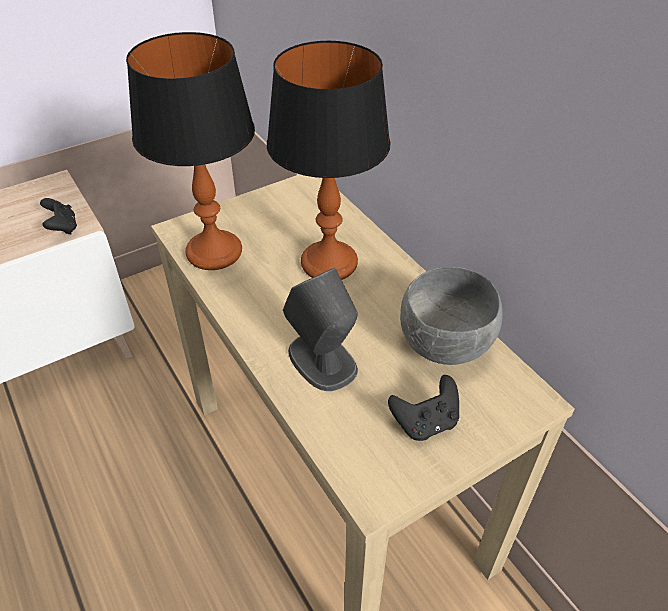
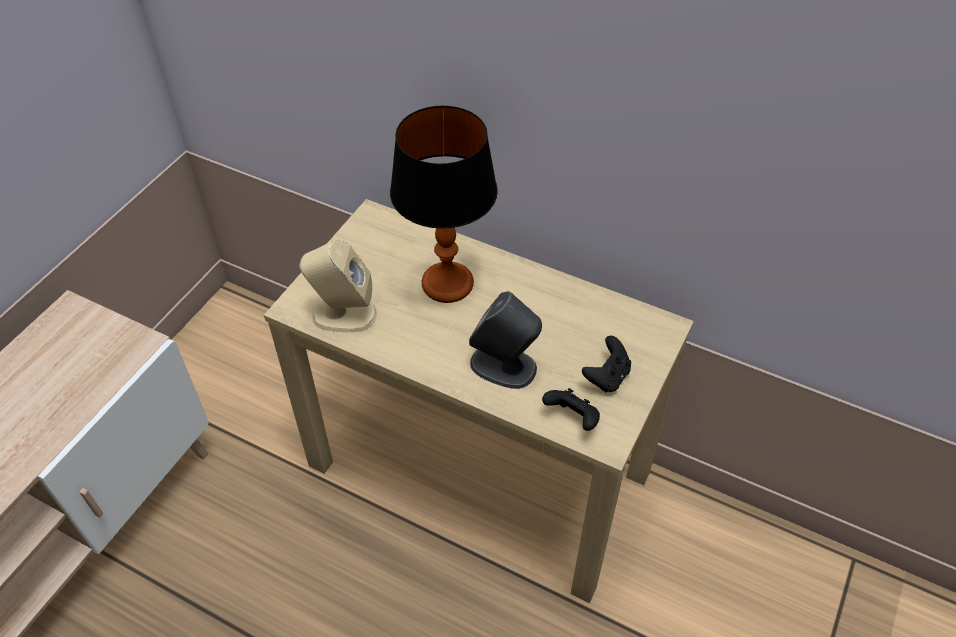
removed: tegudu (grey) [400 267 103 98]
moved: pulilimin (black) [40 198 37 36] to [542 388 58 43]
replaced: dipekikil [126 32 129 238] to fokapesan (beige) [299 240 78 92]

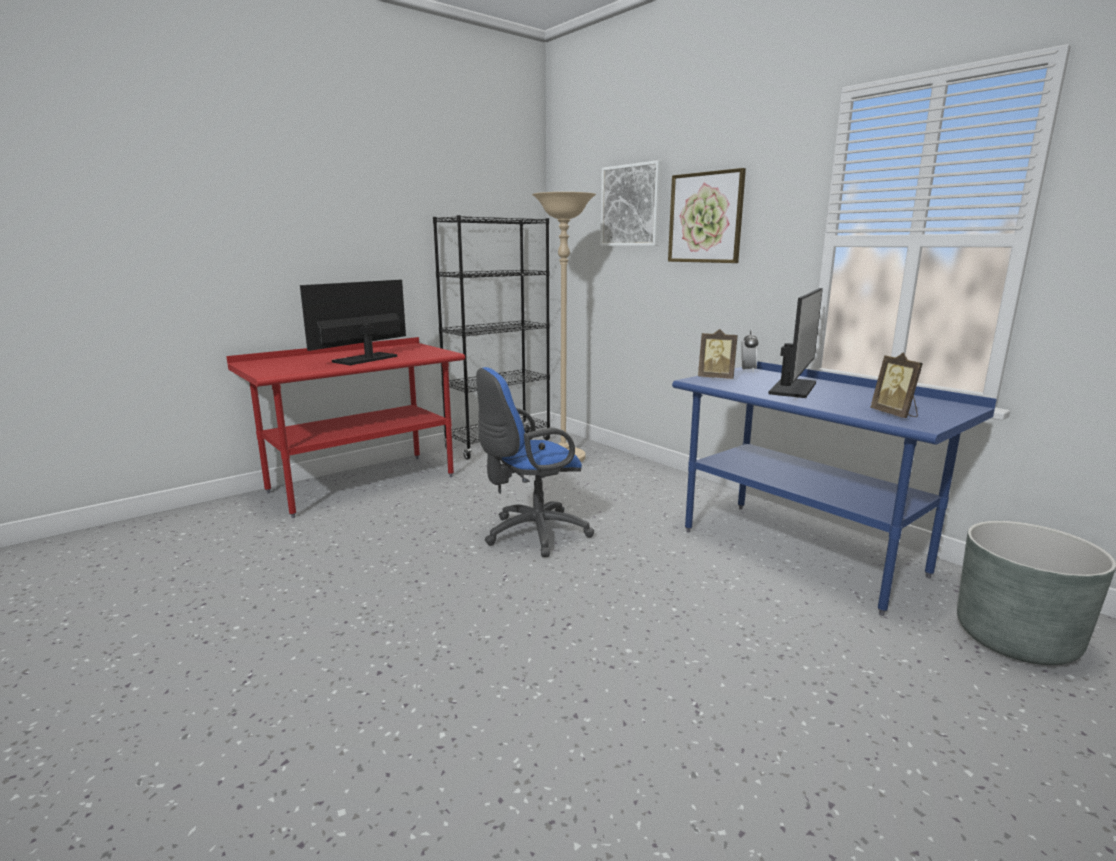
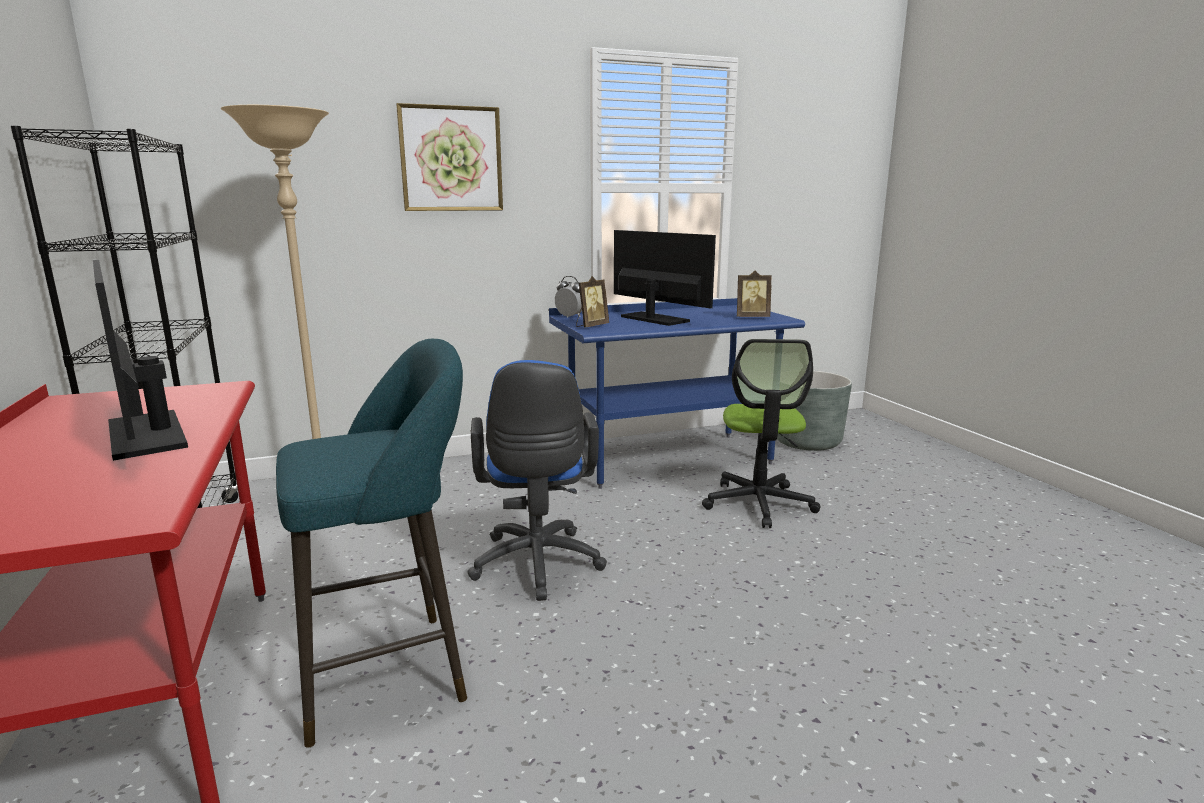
removed: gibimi [600 160 62 86]
added: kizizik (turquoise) [276 339 191 409]; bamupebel [702 339 119 189]

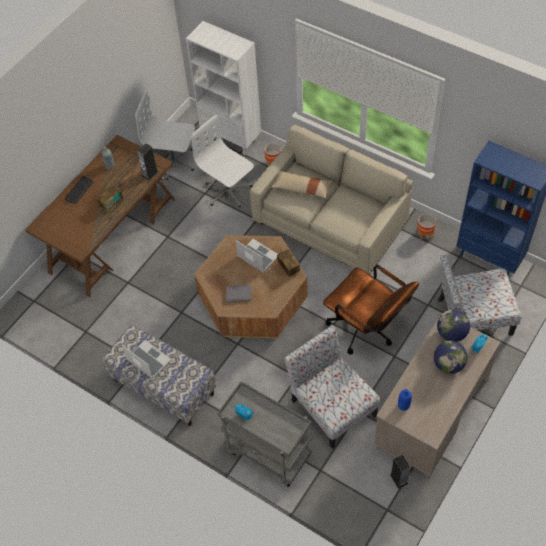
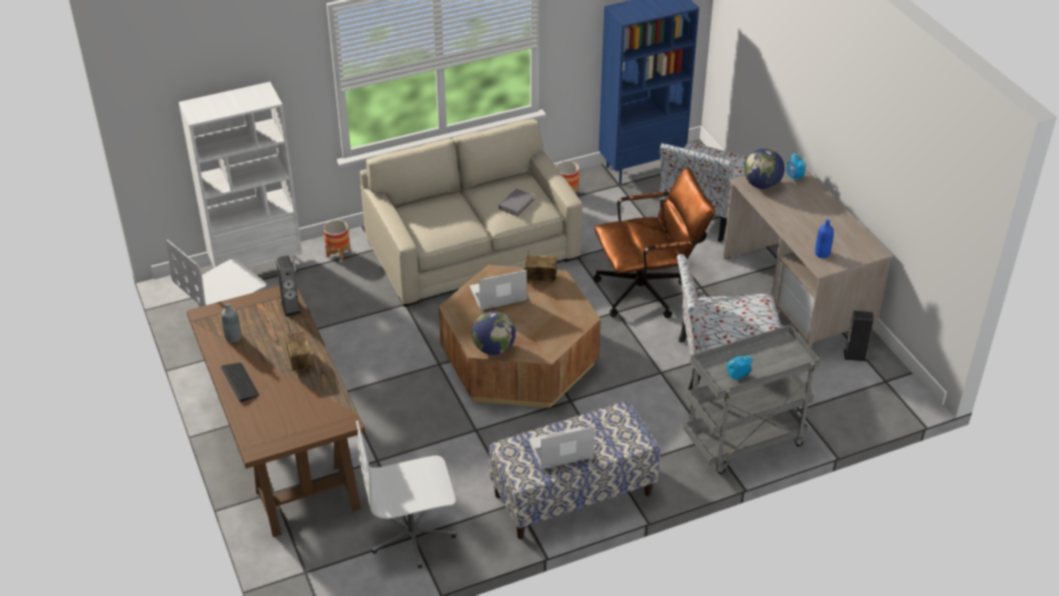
removed: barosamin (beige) [271 171 62 27]
moved: bamupebel (white) [191 115 63 93] to [356 421 100 148]; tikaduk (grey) [226 285 26 17] to [498 189 36 27]; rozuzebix [434 340 34 34] to [472 311 44 44]

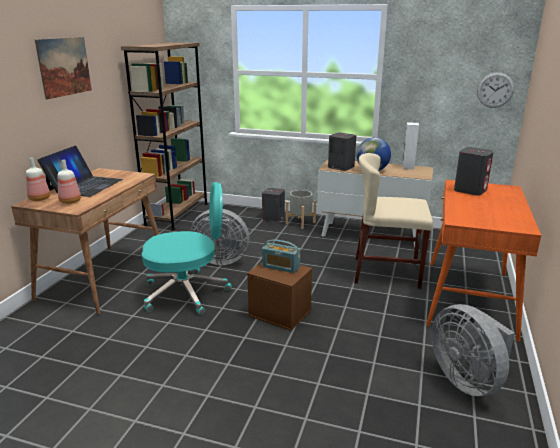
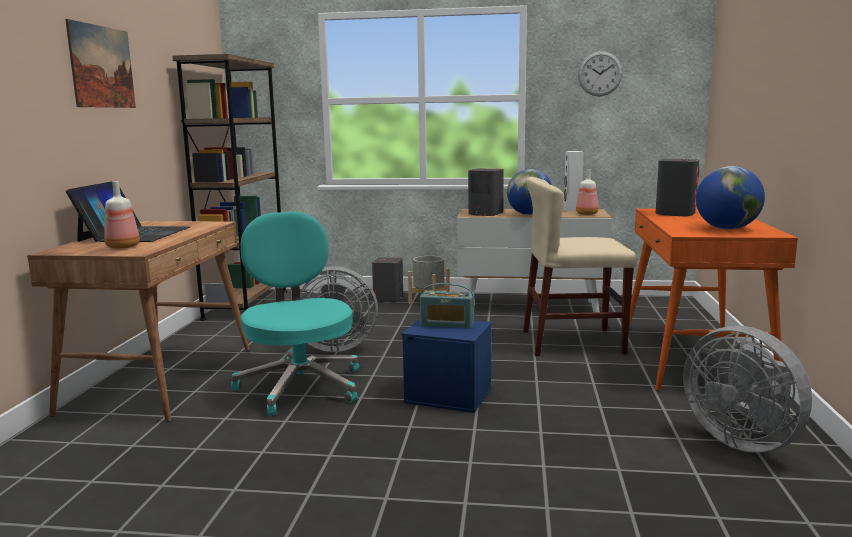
added: rozuzebix [696 166 69 63]
moved: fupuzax [26 158 24 43] to [576 169 22 46]; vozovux [477 72 37 36] to [578 51 45 45]
recoloured: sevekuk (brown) [247 262 65 69] to sevekuk (blue) [402 319 90 94]
turned: bamupebel (turquoise) [142 182 90 133] = [231 211 128 205] 90 degrees counterclockwise

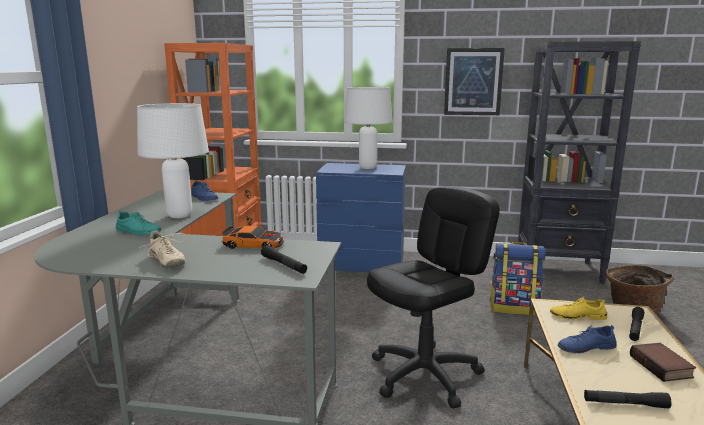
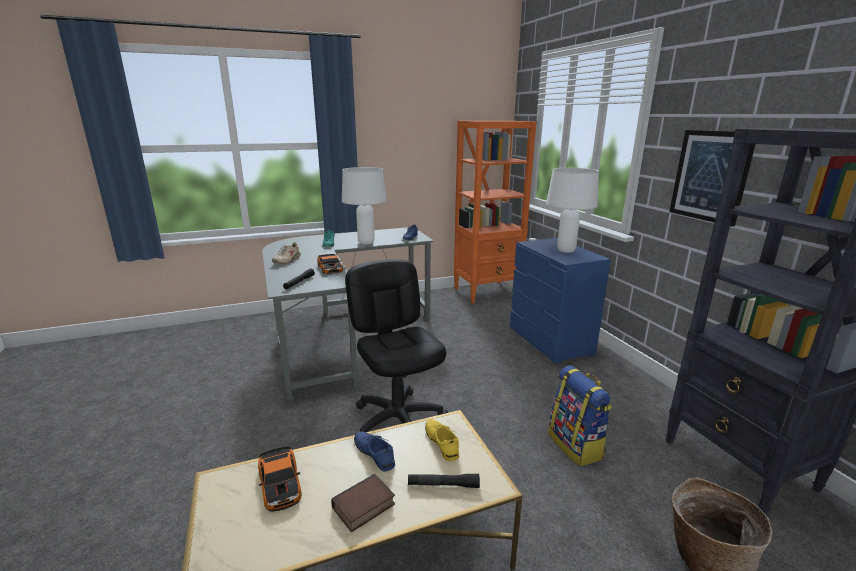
replaced: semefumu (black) [584 390 88 18] to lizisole [258 447 44 65]
turned: bamupebel (black) [367 186 133 223] = [345 259 103 173] 135 degrees counterclockwise

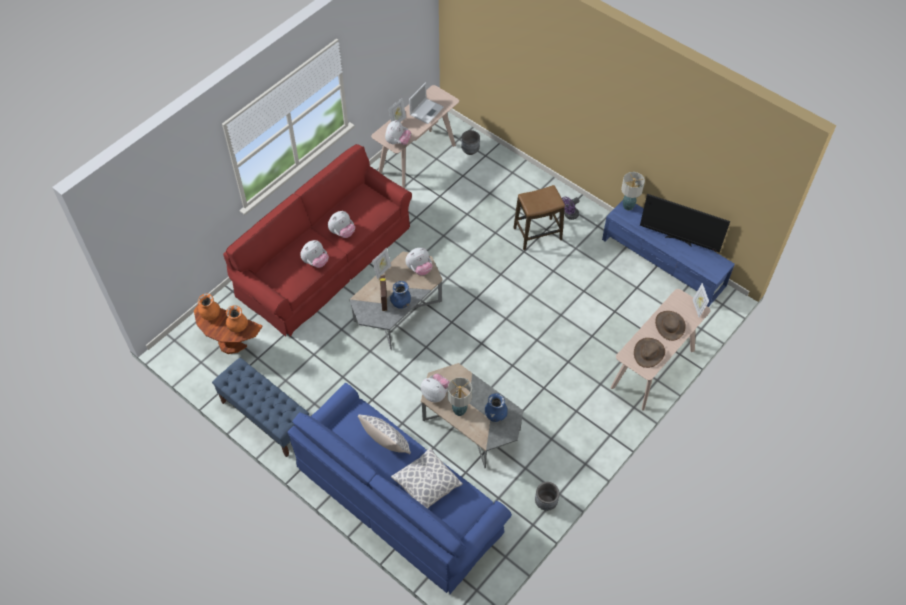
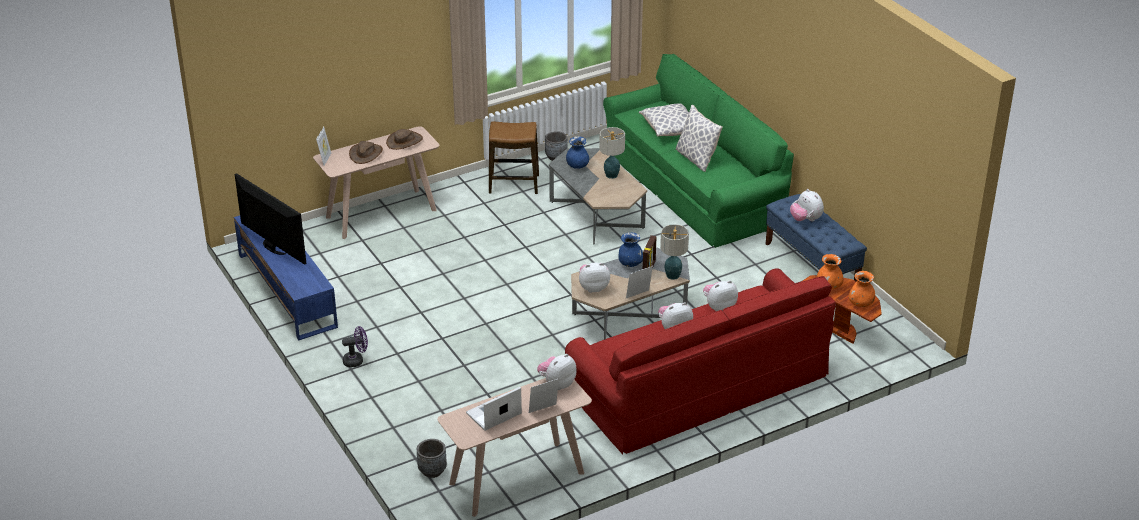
moved: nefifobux [421 374 29 28] to [790 189 34 32]; kizizik [513 185 52 65] to [489 122 50 72]; dipekikil [621 172 24 38] to [660 224 29 56]
recoloured: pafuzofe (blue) [288 383 224 211] to pafuzofe (green) [603 54 191 194]

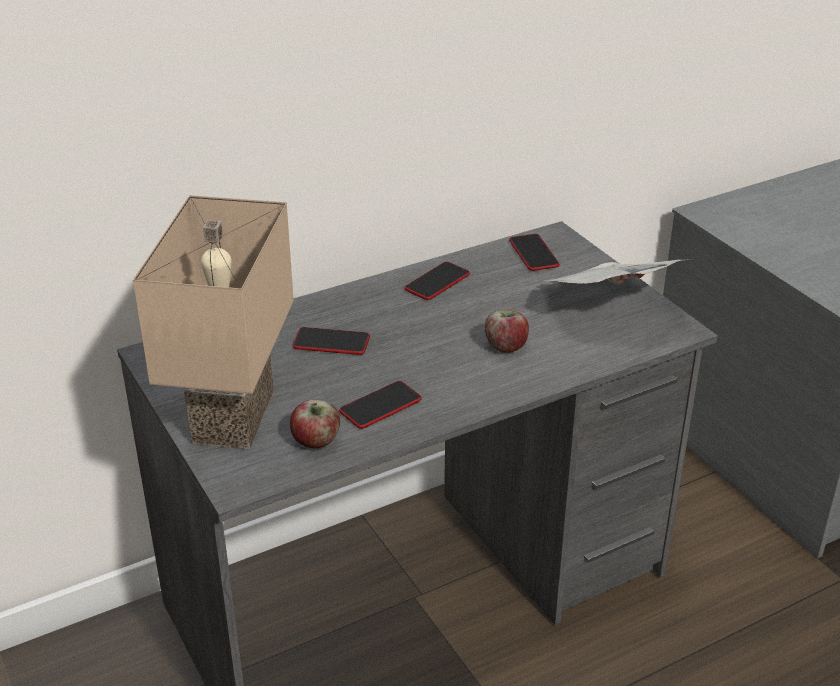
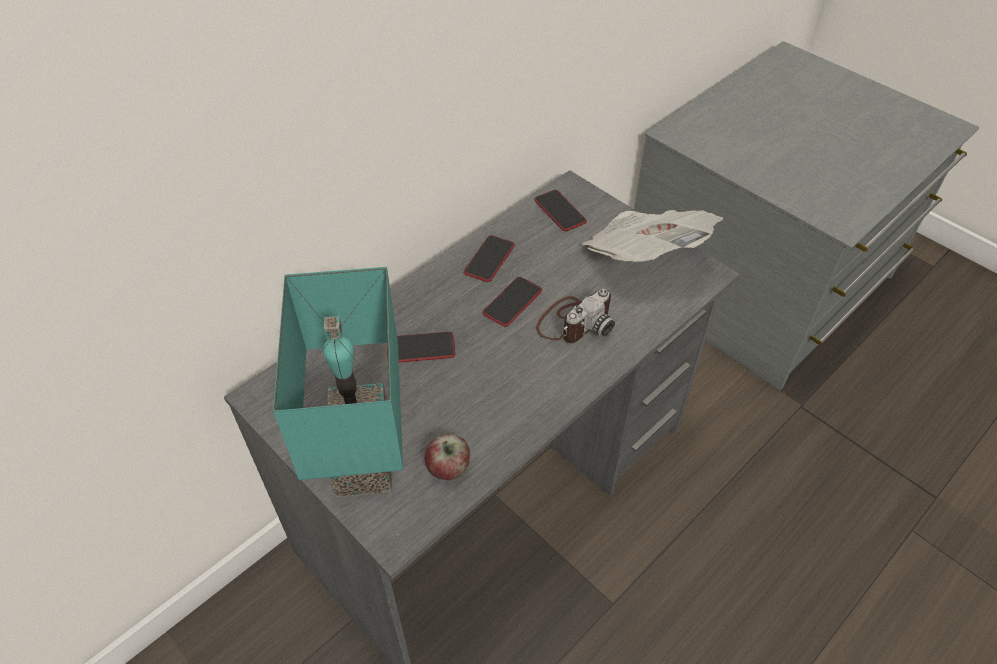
moved: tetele [339 381 83 48] to [483 277 59 50]
replaced: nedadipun [485 310 44 43] to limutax [536 289 79 54]
recoloured: dipekikil (beige) [133 195 161 254] to dipekikil (turquoise) [273 267 130 230]

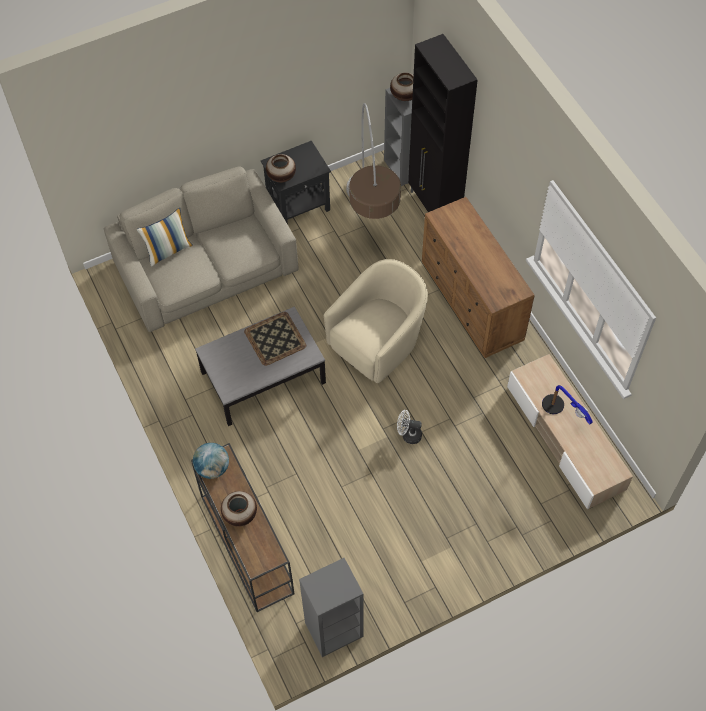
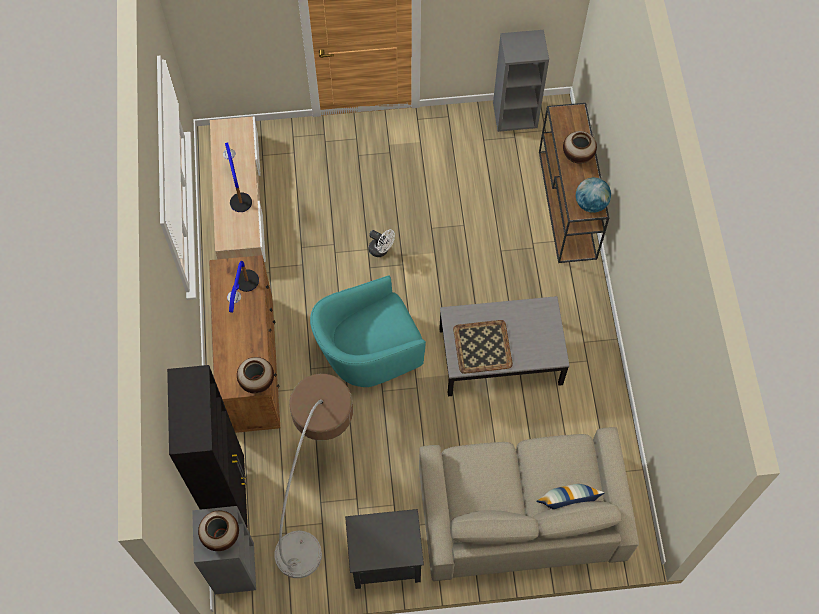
added: dipekikil [227 261 32 52]
moved: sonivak [266 154 30 29] to [237 357 37 37]
recoloured: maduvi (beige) [324 259 104 124] to maduvi (turquoise) [310 275 116 112]

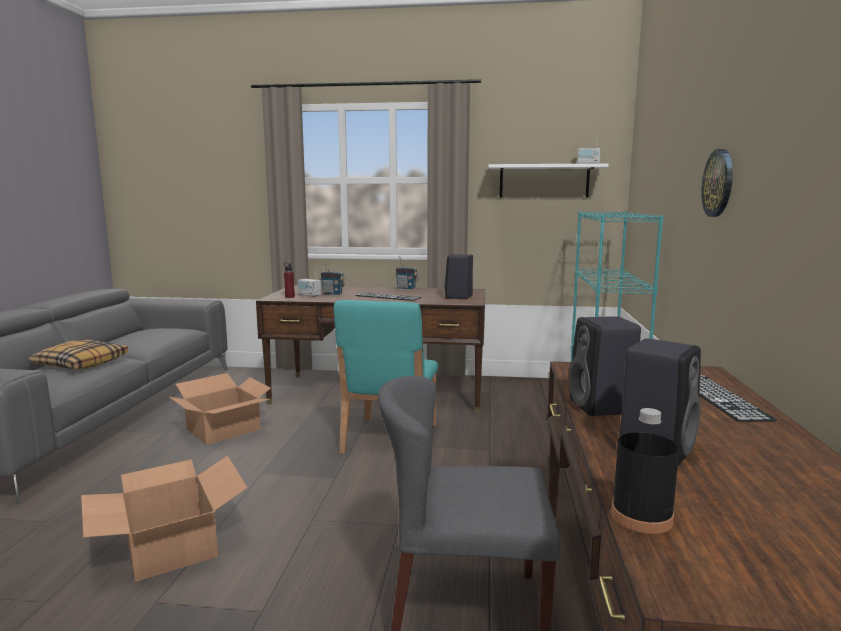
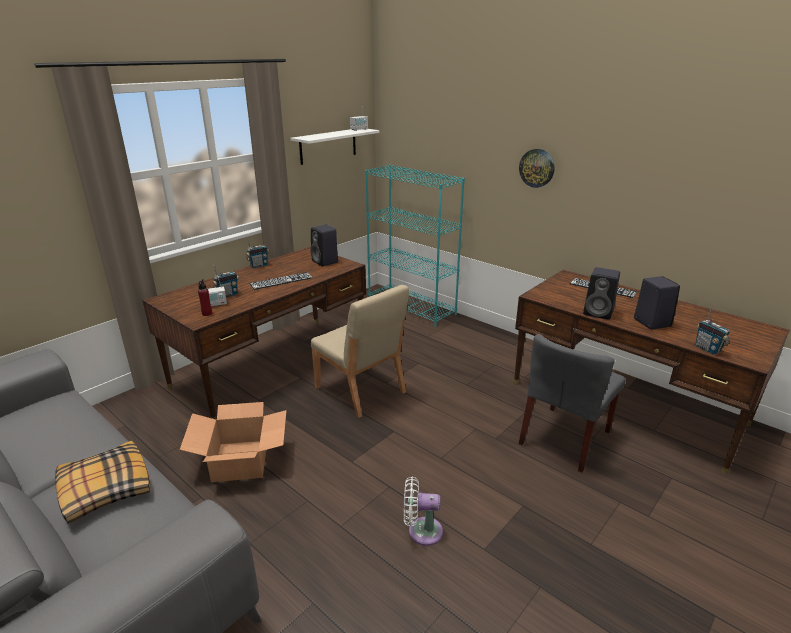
replaced: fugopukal [81 456 167 126] to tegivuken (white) [404 477 39 69]; fupuzax (black) [611 408 68 126] to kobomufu [695 309 35 45]
recoloured: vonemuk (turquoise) [334 300 104 154] to vonemuk (beige) [311 285 98 133]

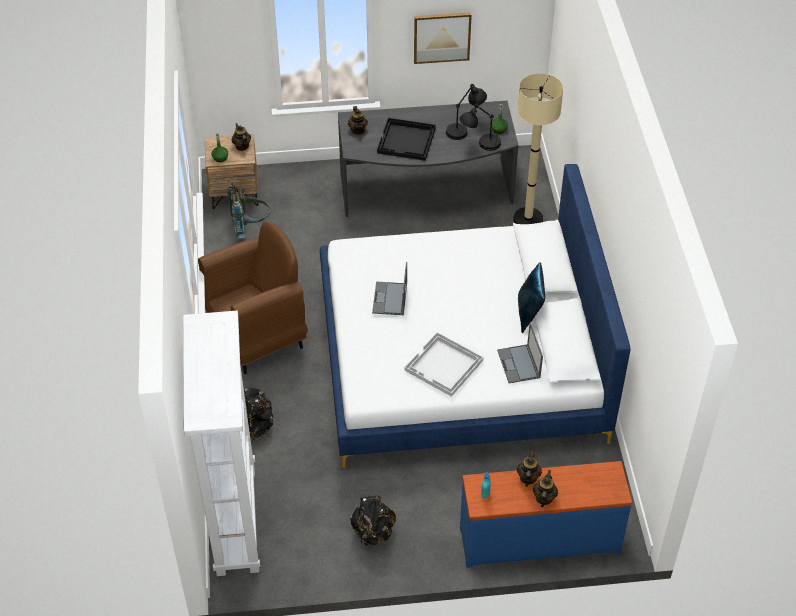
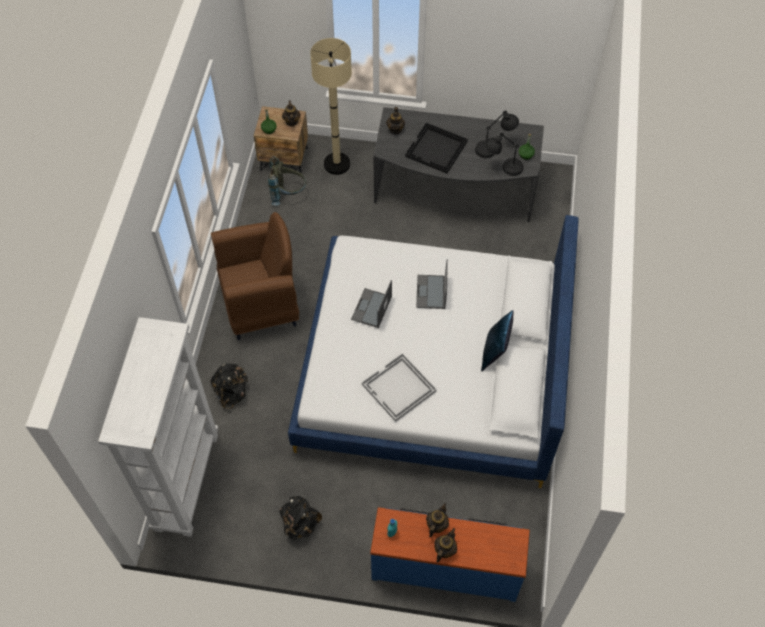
removed: gibimi [414 12 58 52]
moved: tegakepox [497 323 46 60] to [416 260 32 49]; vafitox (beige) [513 73 50 151] to [310 38 42 137]

